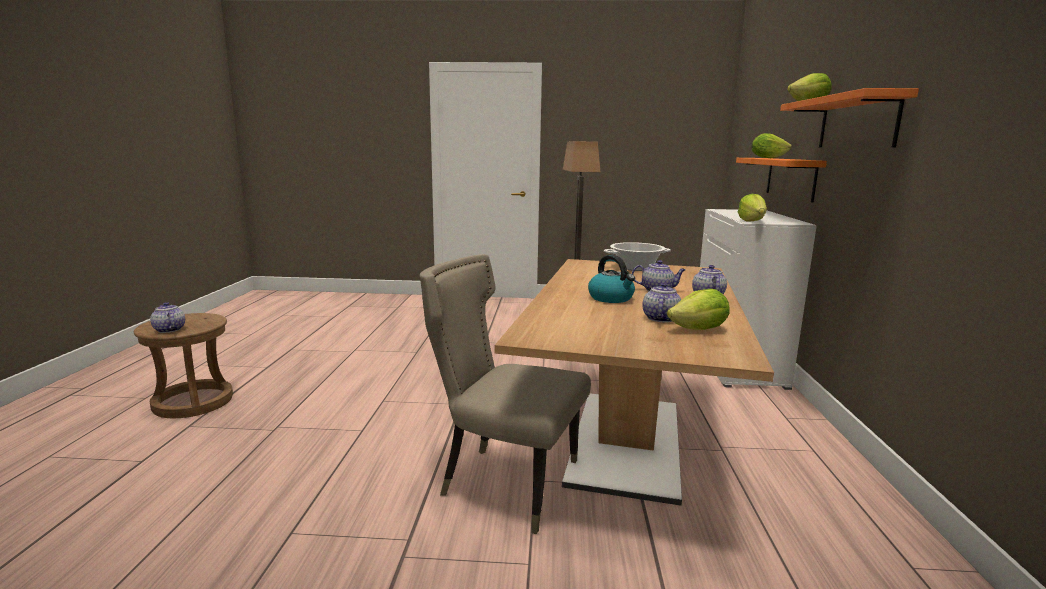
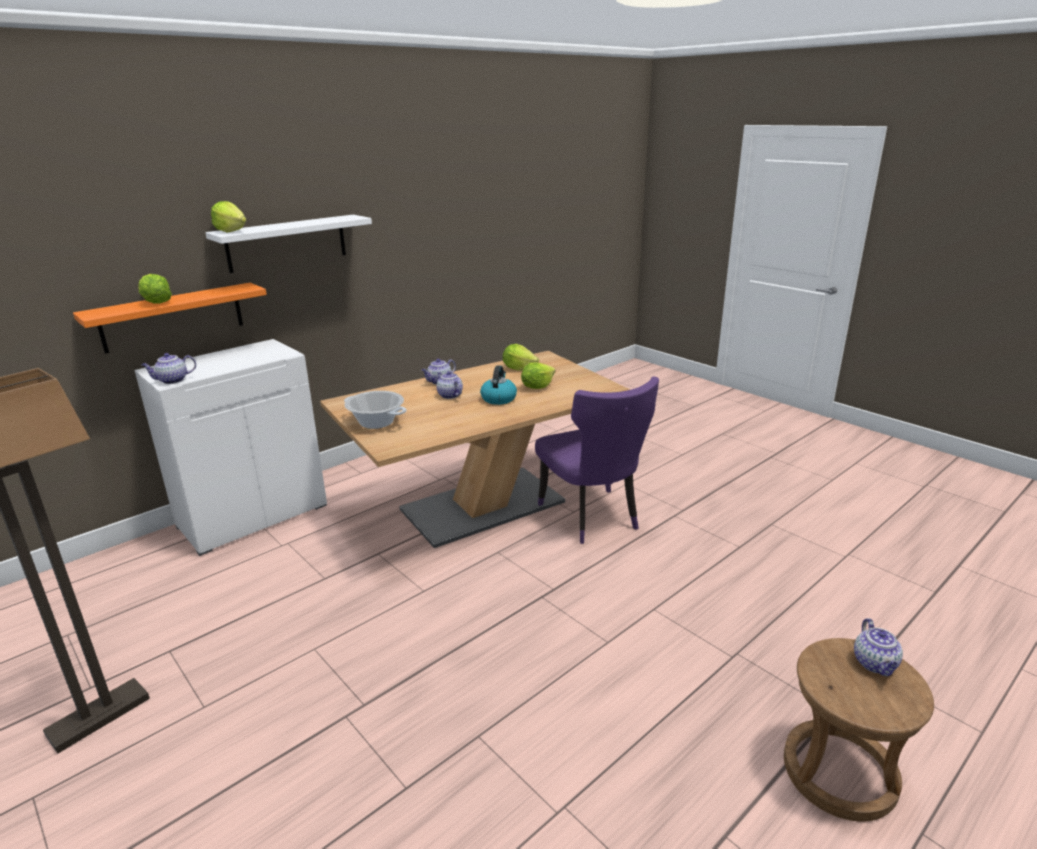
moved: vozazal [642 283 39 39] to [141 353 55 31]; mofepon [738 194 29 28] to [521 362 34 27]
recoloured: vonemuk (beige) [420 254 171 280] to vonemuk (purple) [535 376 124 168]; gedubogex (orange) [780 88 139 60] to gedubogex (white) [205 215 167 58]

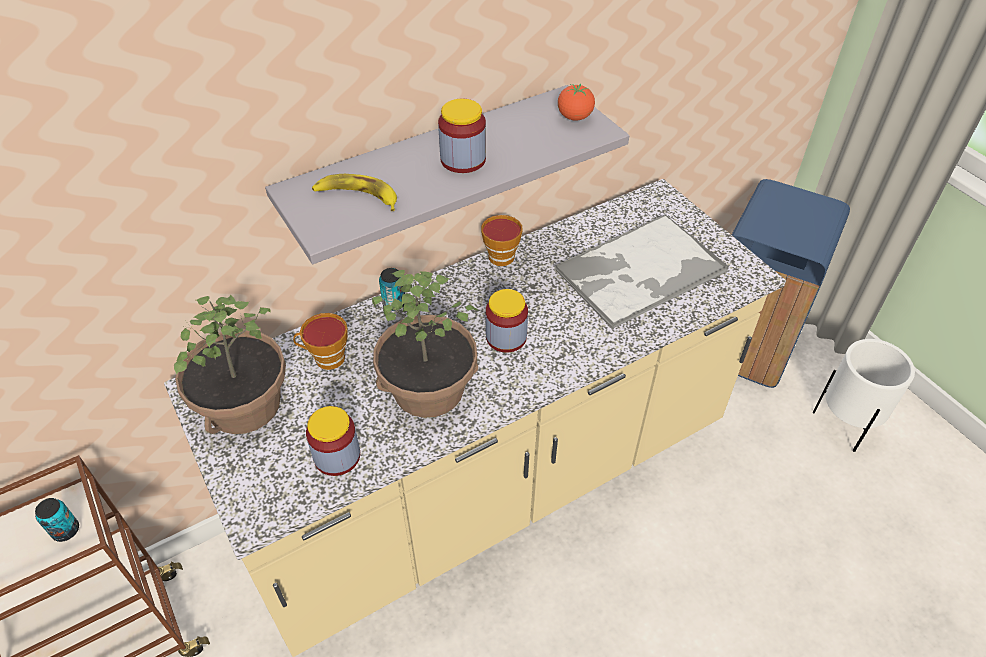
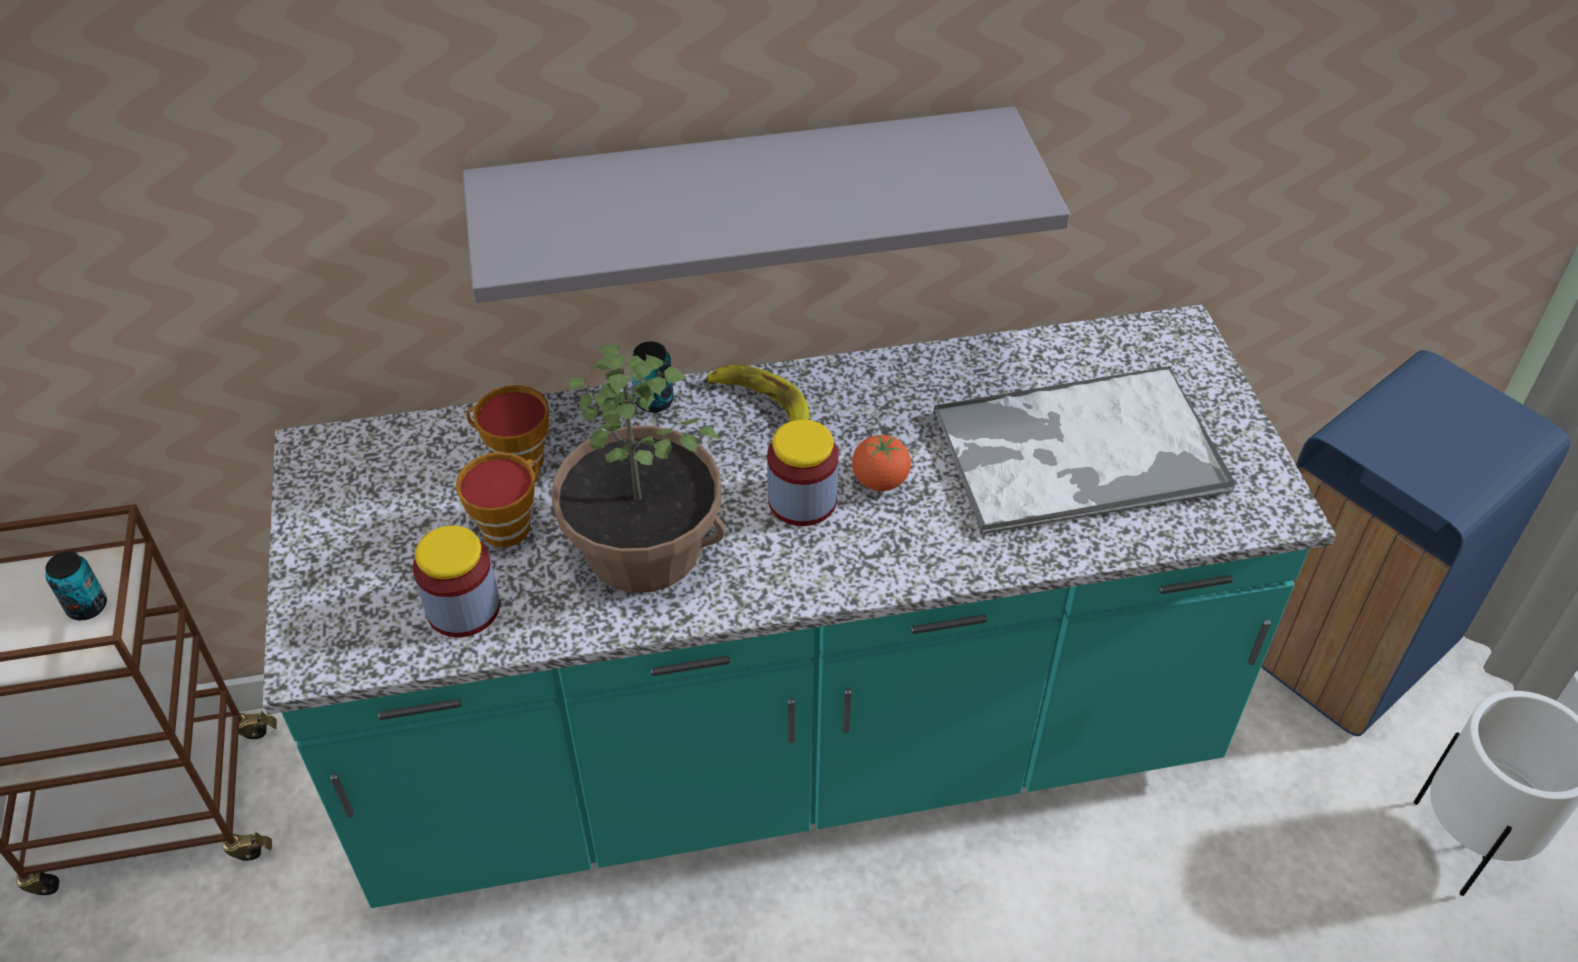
removed: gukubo [174 295 112 139]; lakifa [438 99 48 74]
moved: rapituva [312 174 85 37] to [706 364 104 58]; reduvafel [481 215 42 51] to [456 452 84 95]; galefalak [558 84 37 37] to [852 434 59 57]
recoloured: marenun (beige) [164 179 622 478] to marenun (turquoise) [262 305 1074 603]

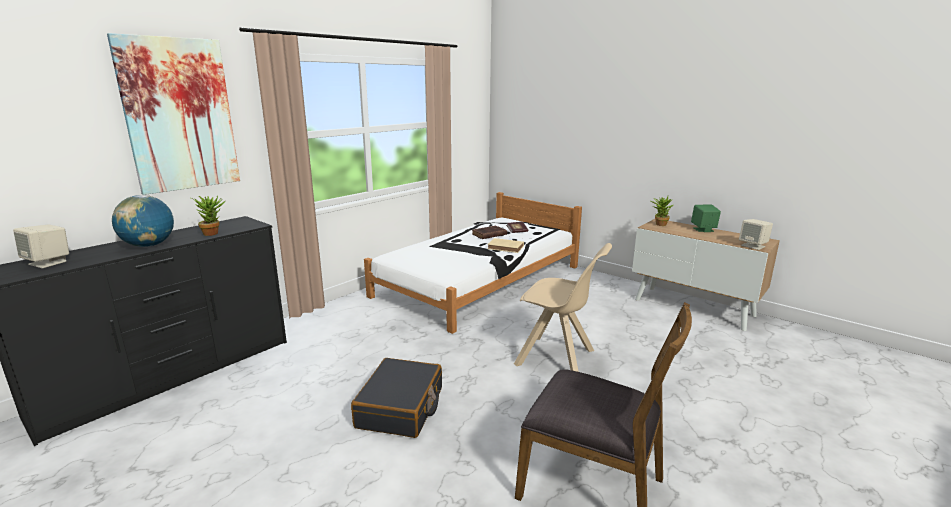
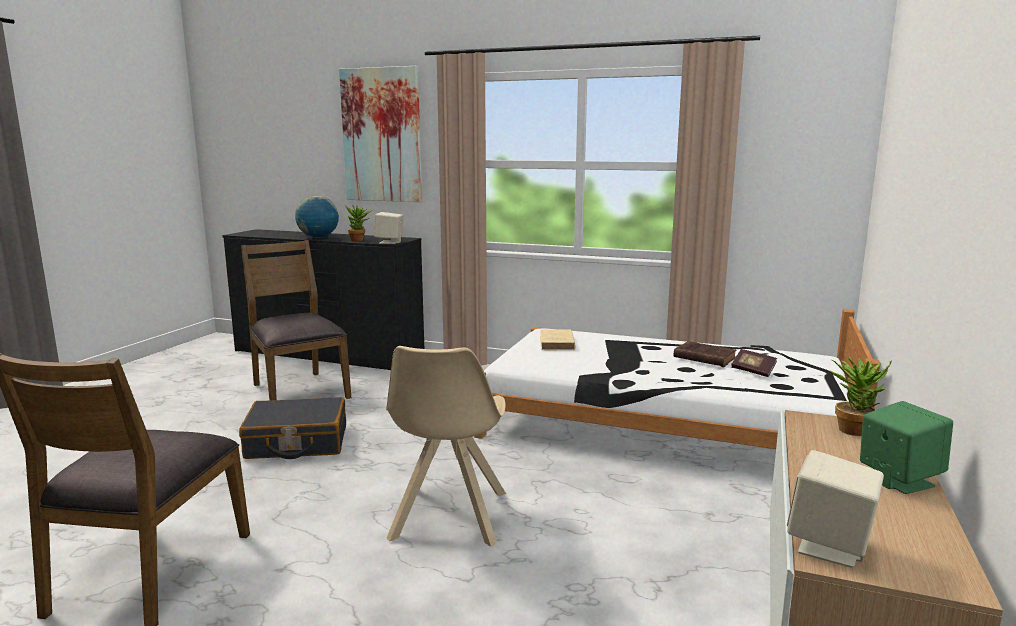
added: vonemuk (brown) [241 240 110 160]
moved: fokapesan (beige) [13 224 56 44] to [374 212 29 32]; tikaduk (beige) [487 238 37 15] to [540 329 36 21]

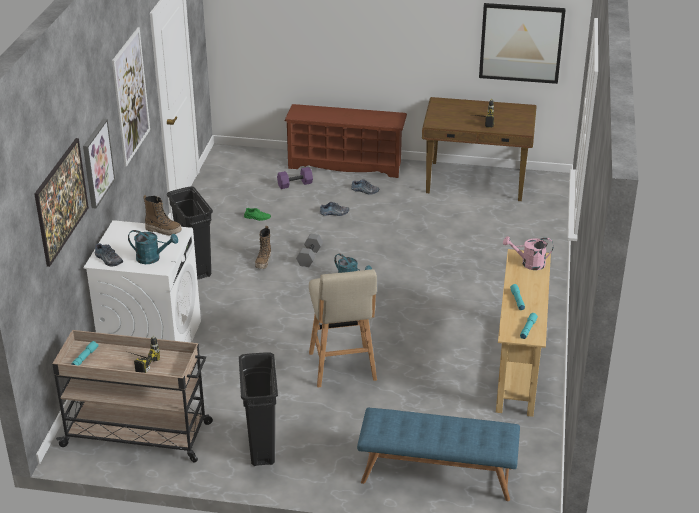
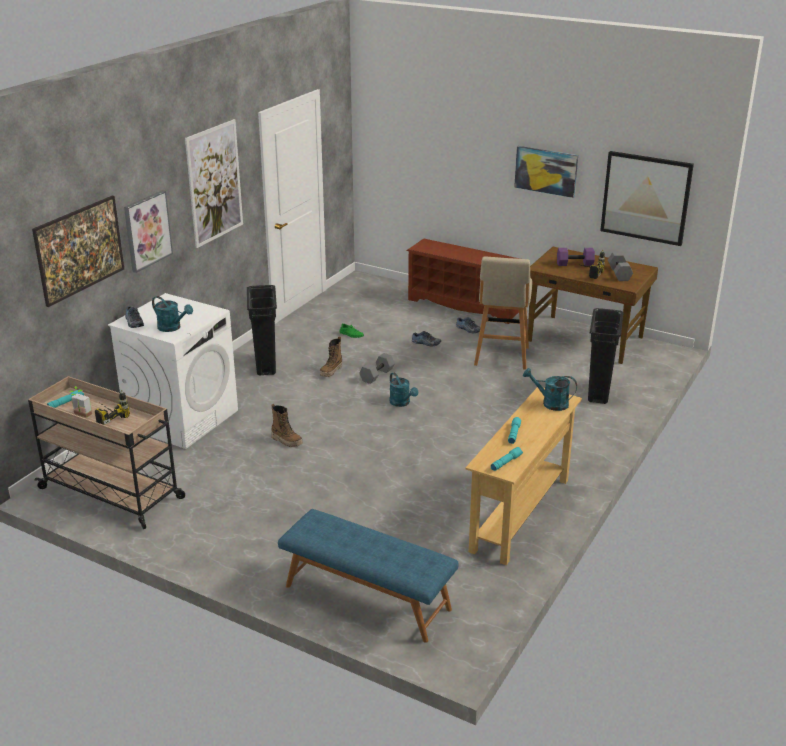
added: gukubo [69 386 23 32]; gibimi [514 146 64 52]; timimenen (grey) [608 252 25 29]
moved: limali [143 195 39 40] to [271 403 31 44]; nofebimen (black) [239 352 39 114] to [588 308 35 96]; timimenen (purple) [277 167 36 22] to [557 248 38 18]; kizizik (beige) [309 269 68 118] to [474 257 58 113]
recoloured: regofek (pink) [503 236 50 34] to regofek (turquoise) [523 368 54 43]

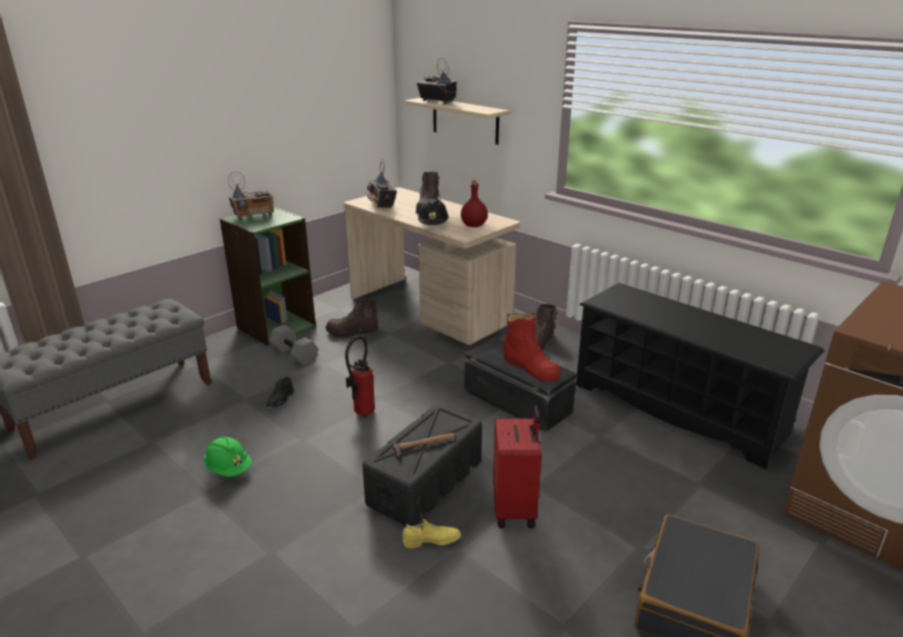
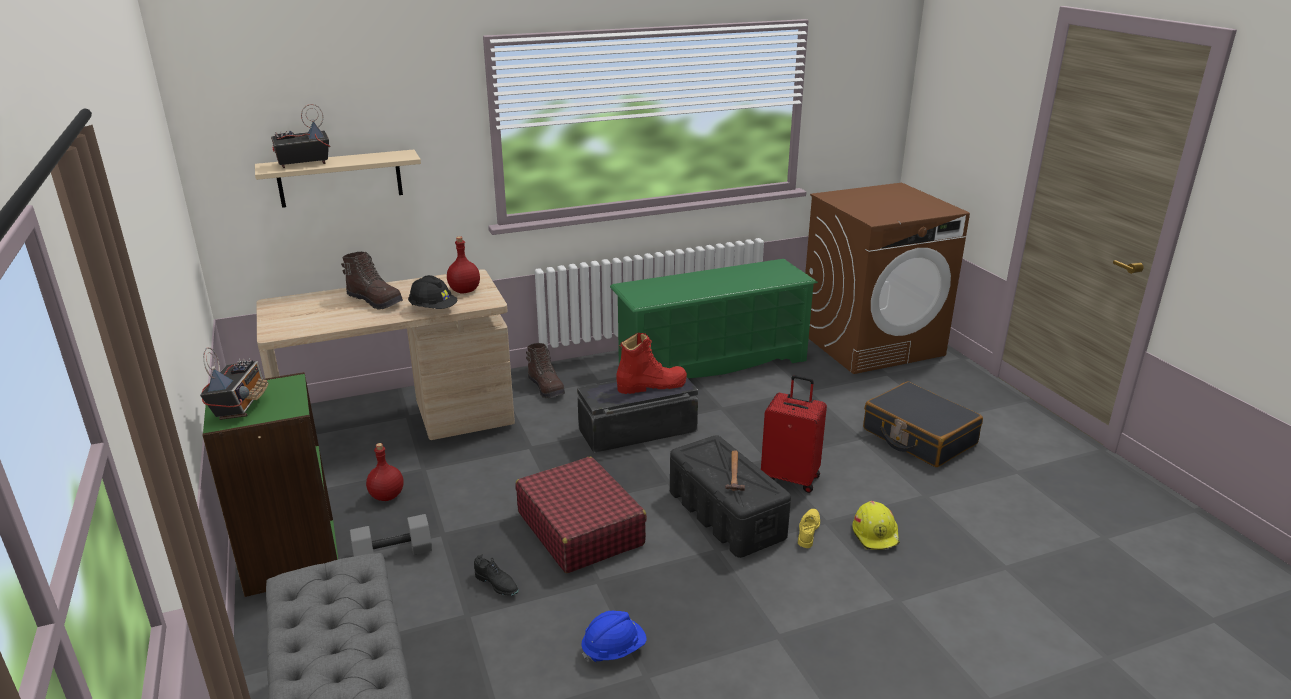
removed: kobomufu [367 159 30 49]
added: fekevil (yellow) [852 501 48 49]
replaced: limali (brown) [326 299 53 39] to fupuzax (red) [366 443 38 58]; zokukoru [345 336 30 81] to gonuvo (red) [515 457 132 116]
recoloured: fekevil (green) [204 436 48 41] to fekevil (blue) [581 611 66 52]; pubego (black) [576 283 248 186] to pubego (green) [610 259 208 119]

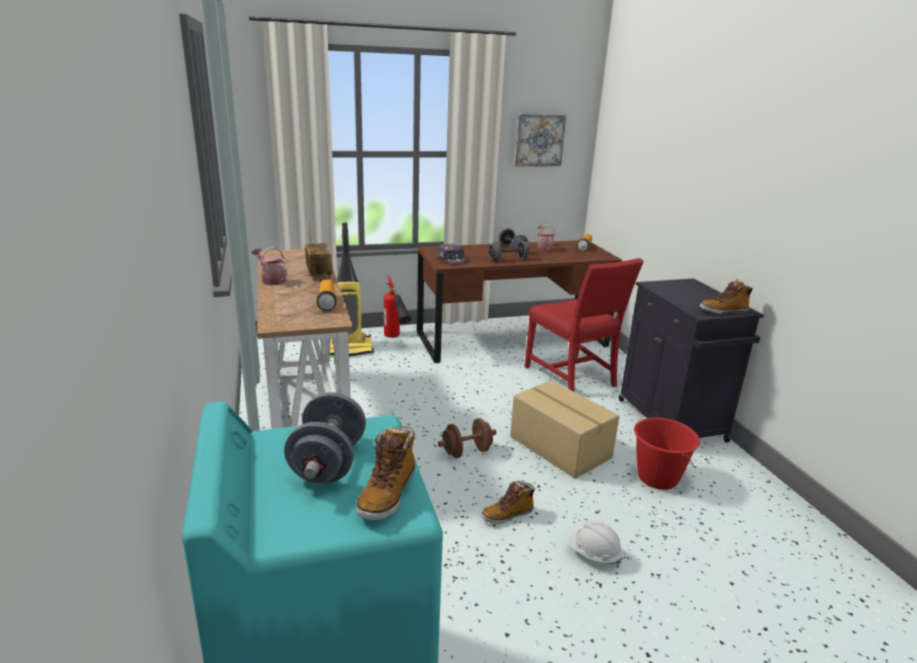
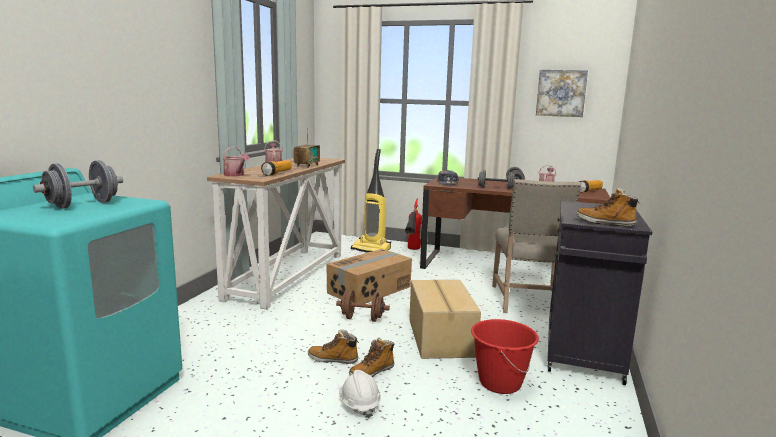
added: regofek [223 147 26 30]; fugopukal [326 249 86 55]
moved: limali [356 427 59 94] to [349 338 46 39]
recoloured: vonemuk (red) [525 258 119 134] to vonemuk (beige) [492 179 89 134]

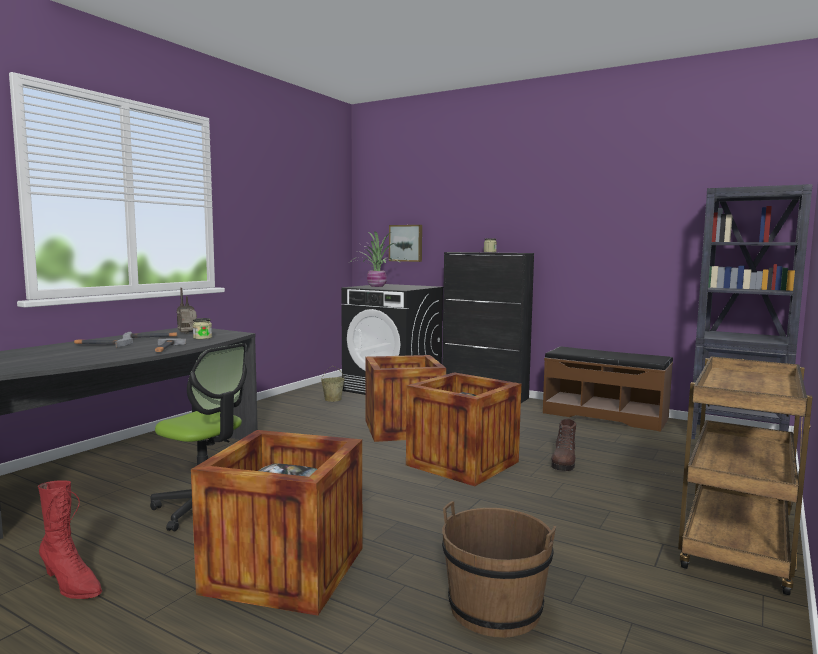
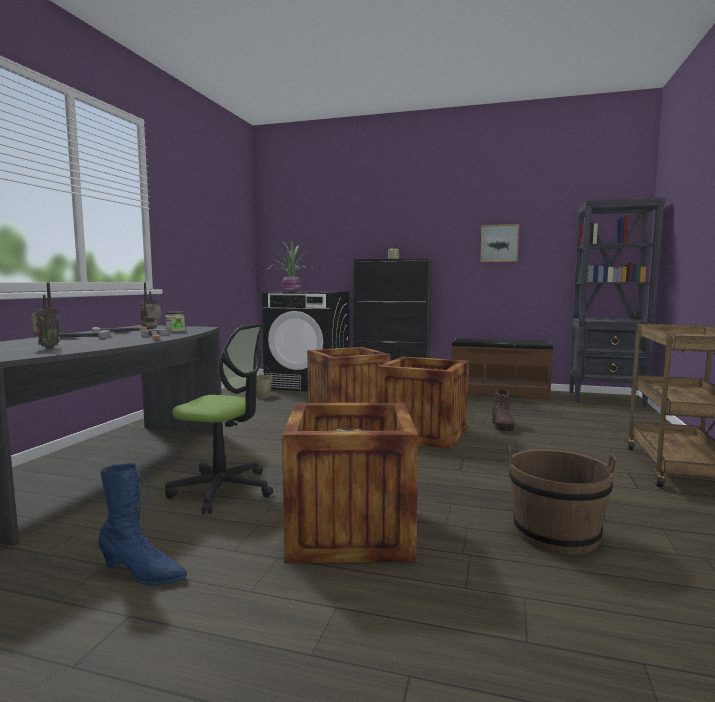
added: kobomufu [31 283 29 65]
moved: gibimi [389 225 33 37] to [480 224 39 38]
recoloured: limali (red) [38 480 64 119] to limali (blue) [98 463 89 123]

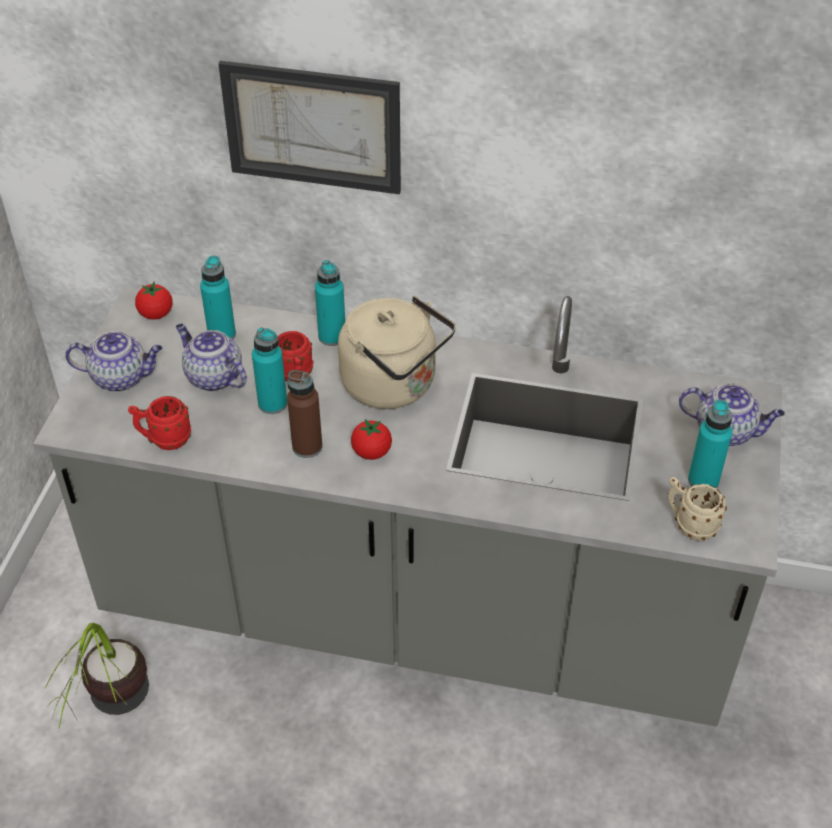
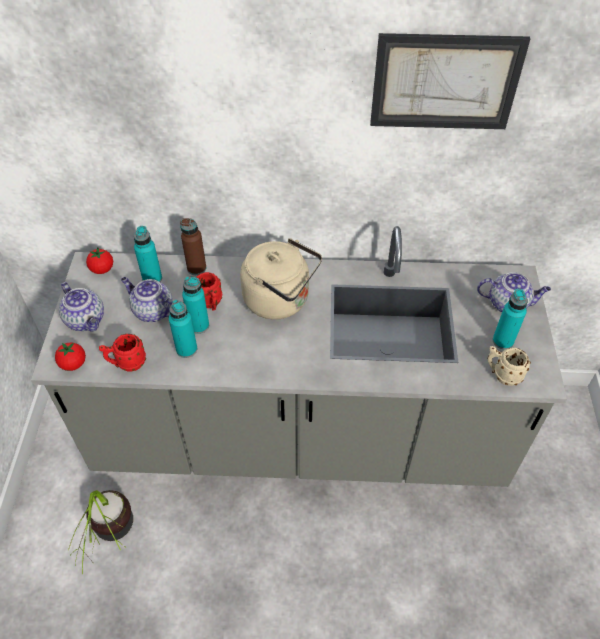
moved: gibimi [218 61 183 133] to [370 33 160 96]; fupuzax (brown) [287 370 35 88] to [180 218 26 57]; fupuzax (turquoise) [315 260 30 86] to [169 300 28 58]; galefalak [351 419 41 41] to [55 343 31 28]
turned: vozazal [65 331 98 61] = [59 282 45 49] 60 degrees clockwise

